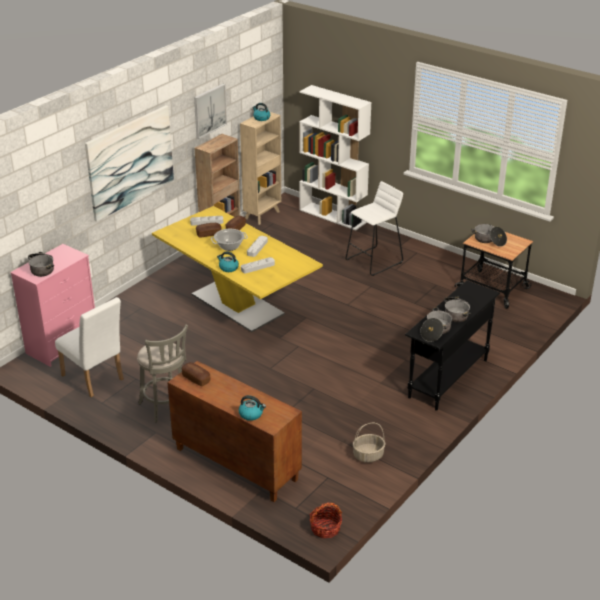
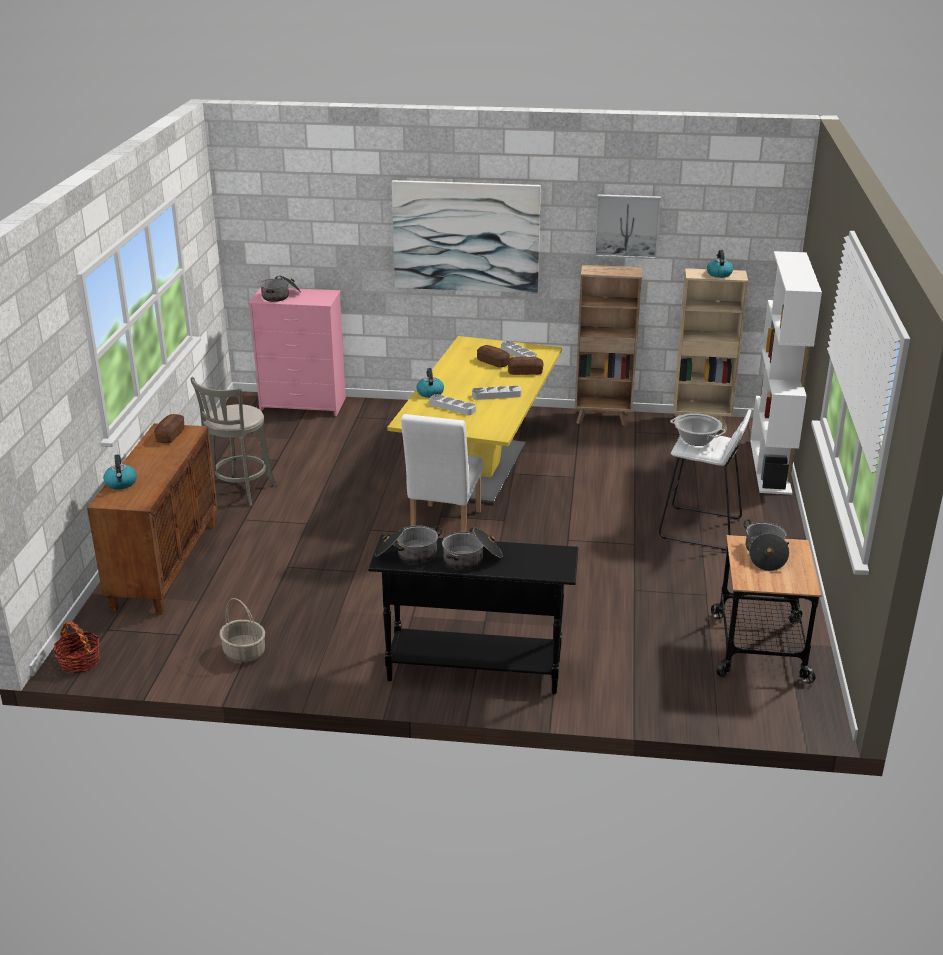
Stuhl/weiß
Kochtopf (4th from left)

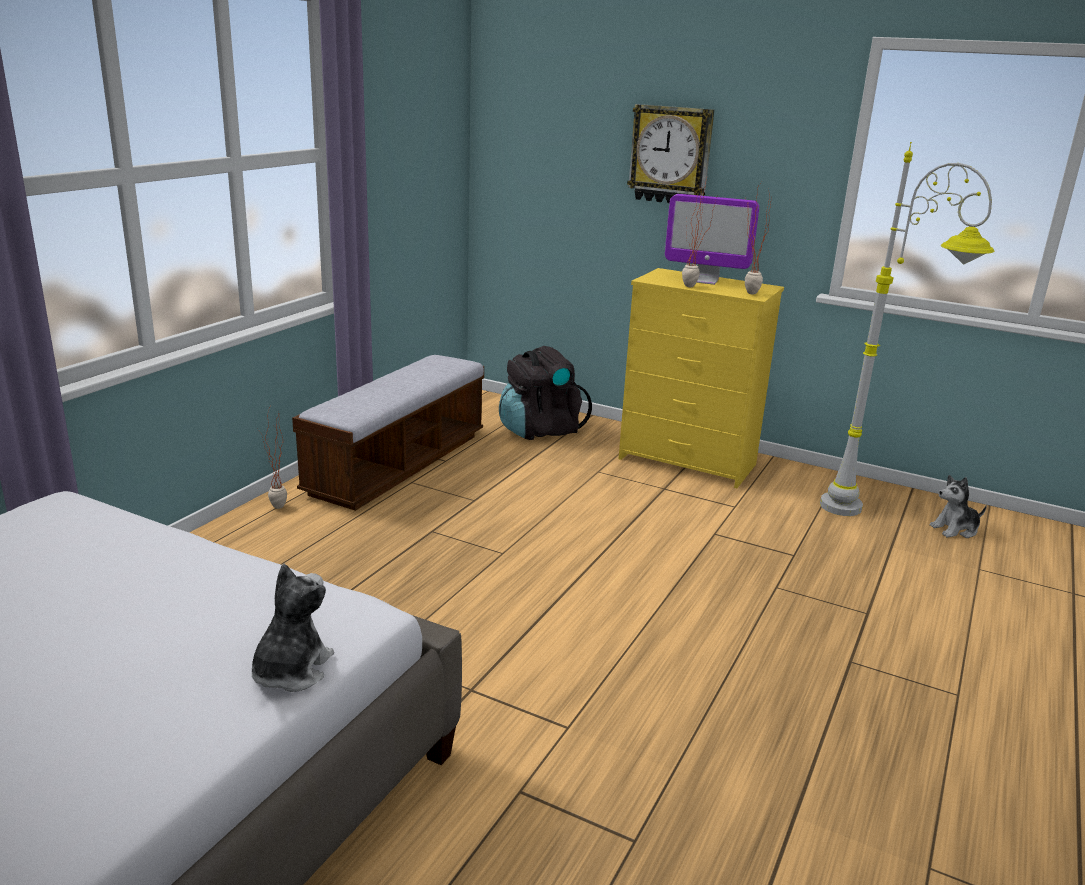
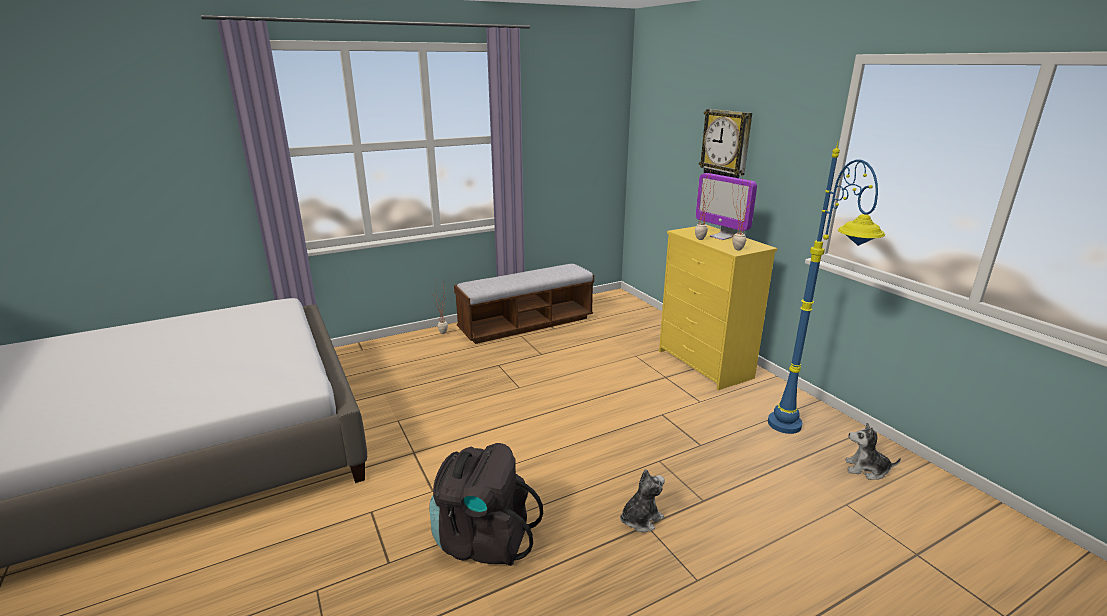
Plüschtier (1st from left)
Rucksack/schwarz
Stehlampe/blau

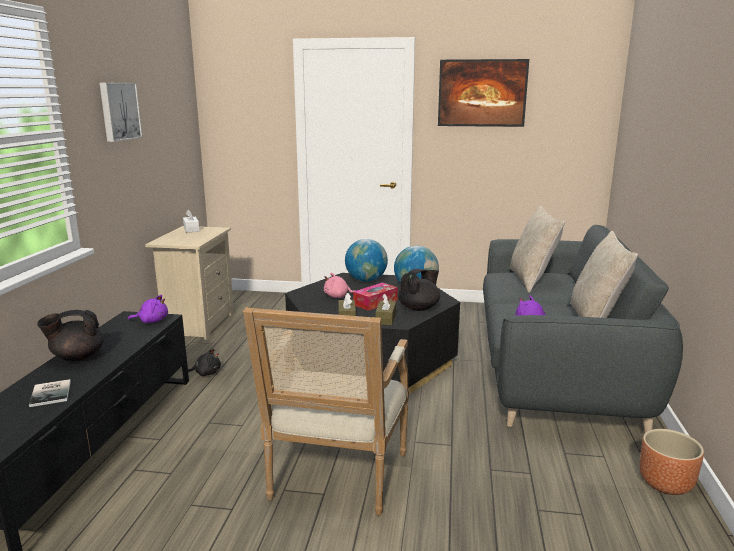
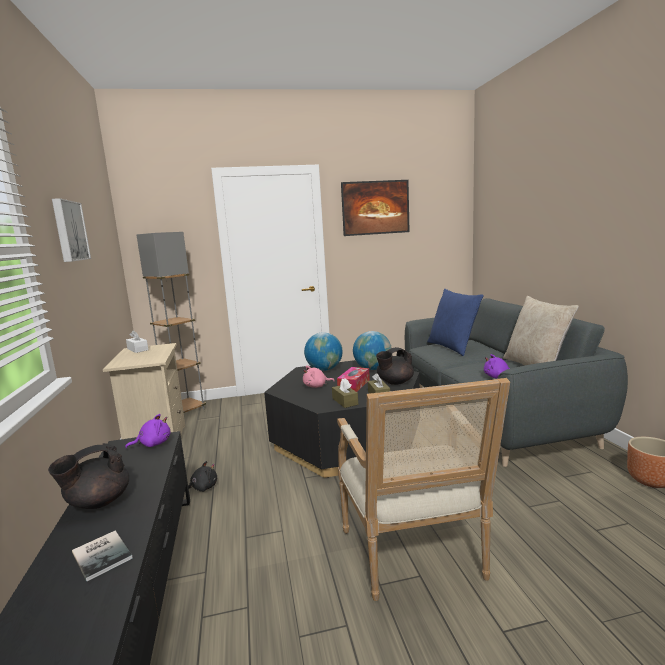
Teekanne/schwarz (2nd from left)
Kissen/blau
Stehlampe/grau

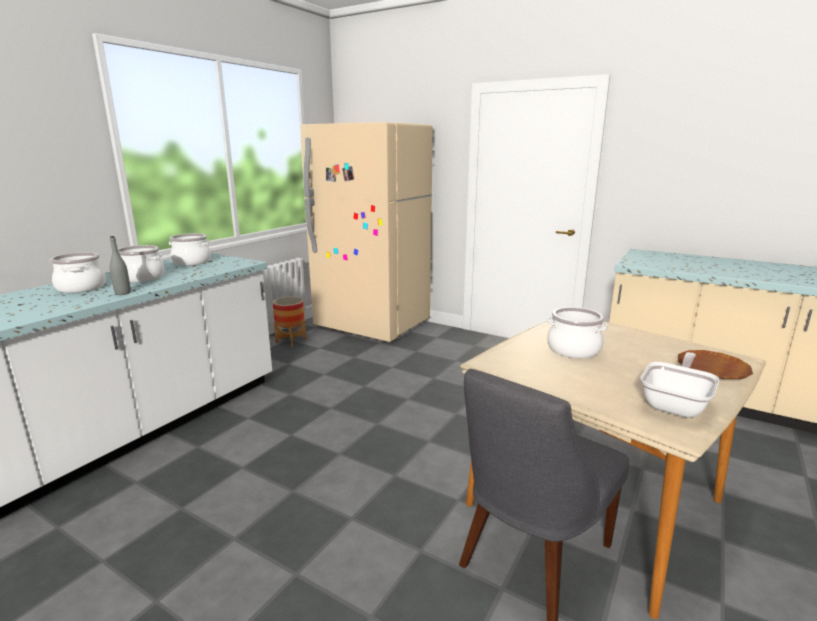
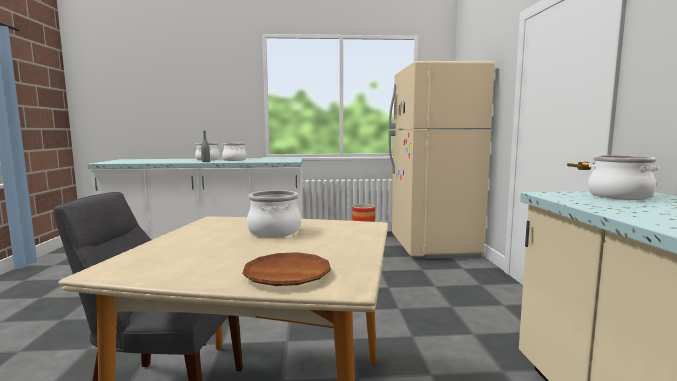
Kochtopf (4th from left)
Pfanne

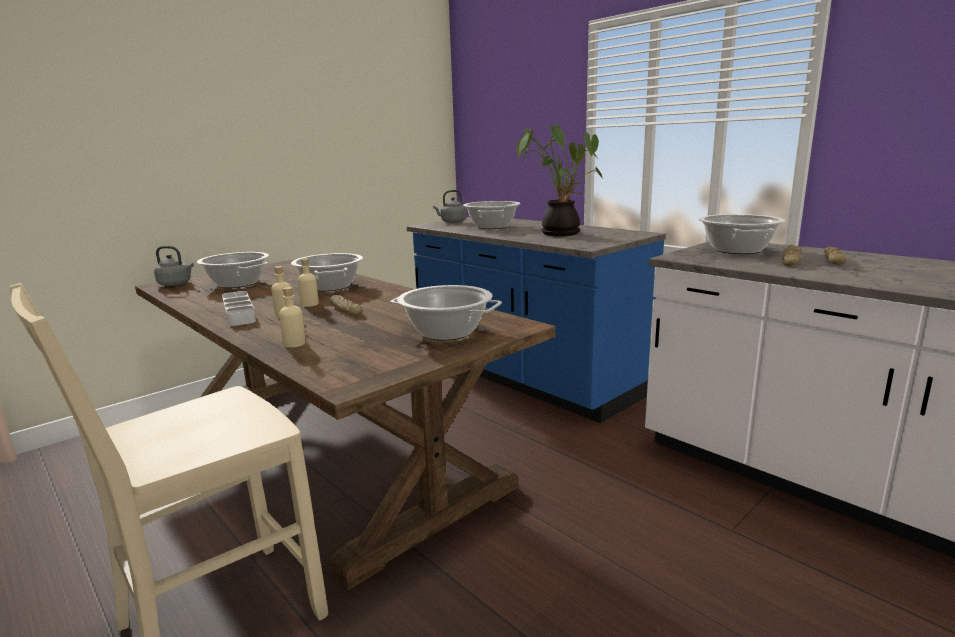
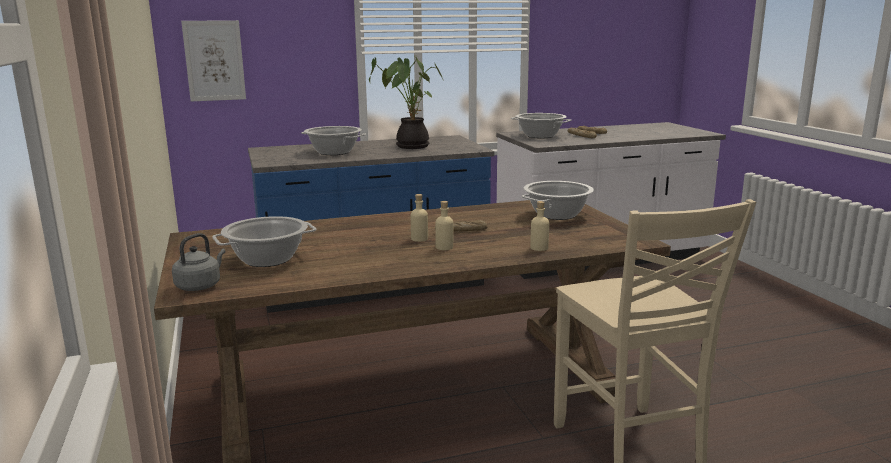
Tablett/grau
Kochtopf (2nd from left in the first image)
Wasserkessel/grau (2nd from left in the first image)
Bild

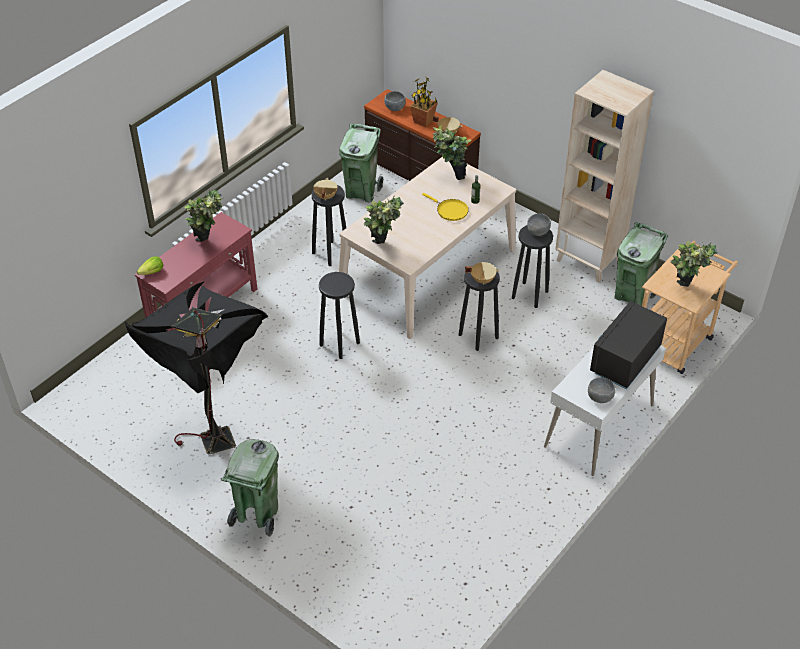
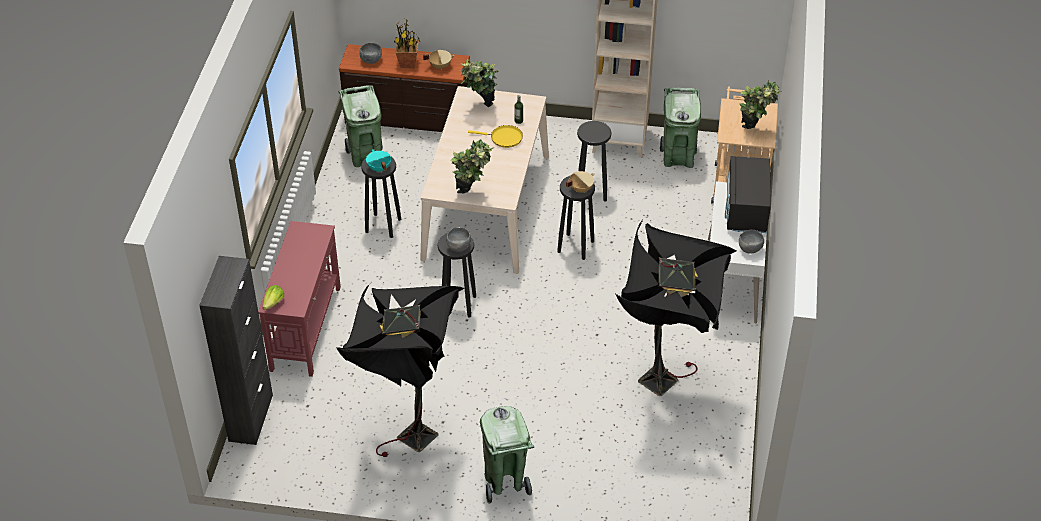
Topfpflanze (1st from left in the first image)
Kochtopf/türkis
Schüssel/grau (2nd from left)
Schrank/schwarz
Stehlampe/schwarz (2nd from left)

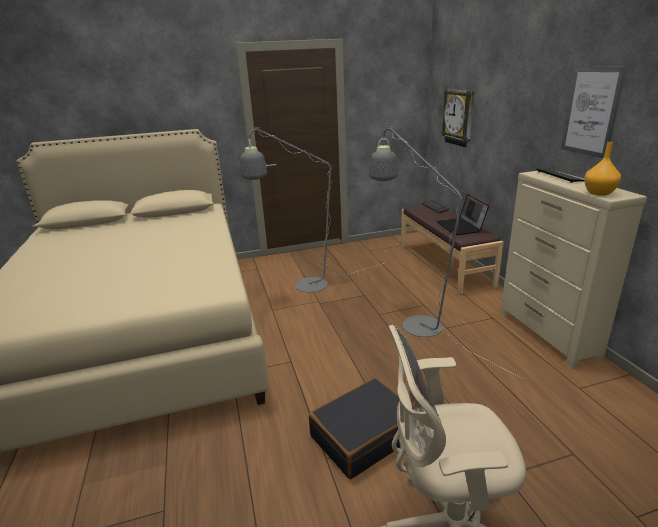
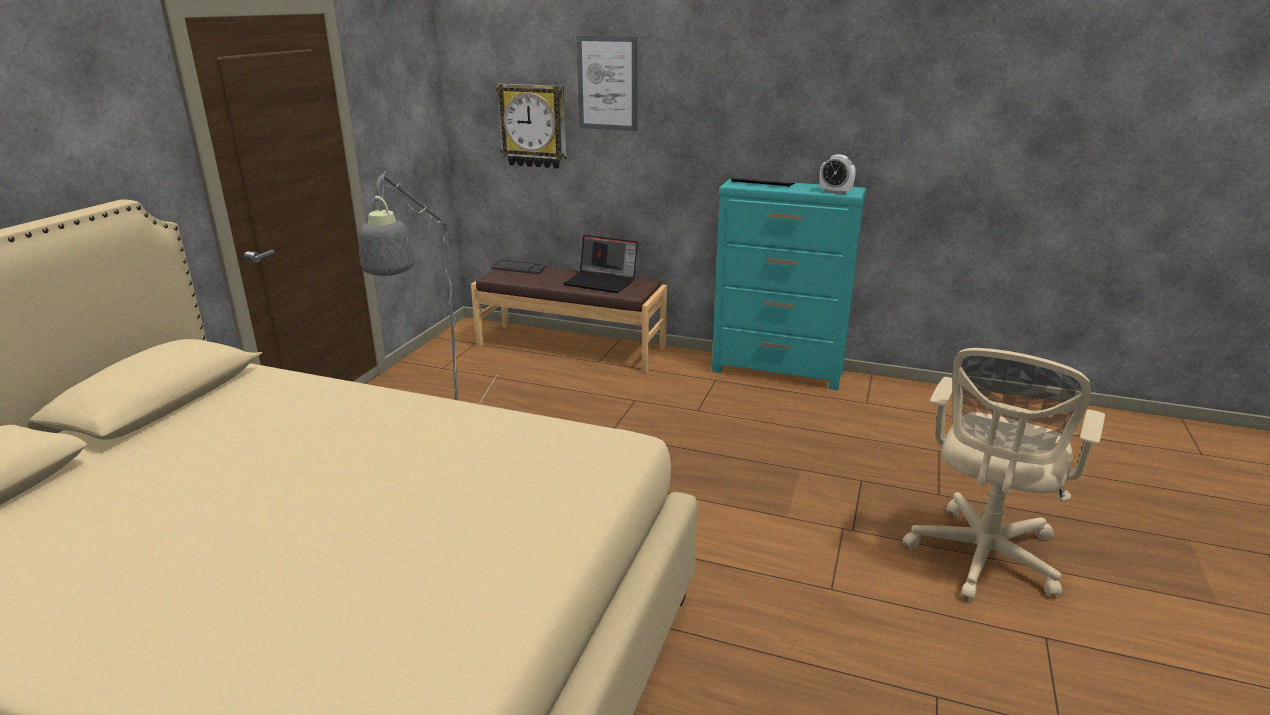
Koffer/schwarz
Stehlampe/grau (2nd from left in the first image)
Kommode/türkis
Bild
Wecker

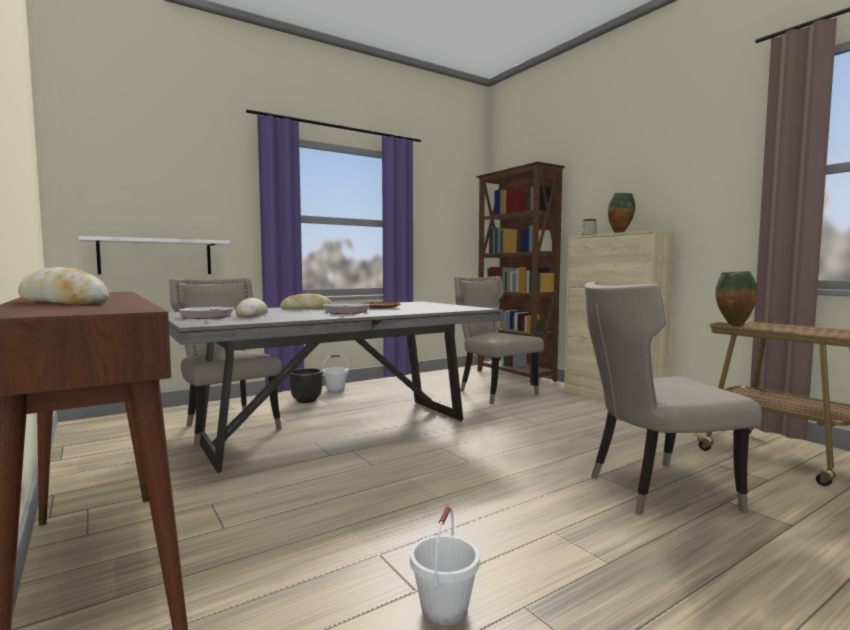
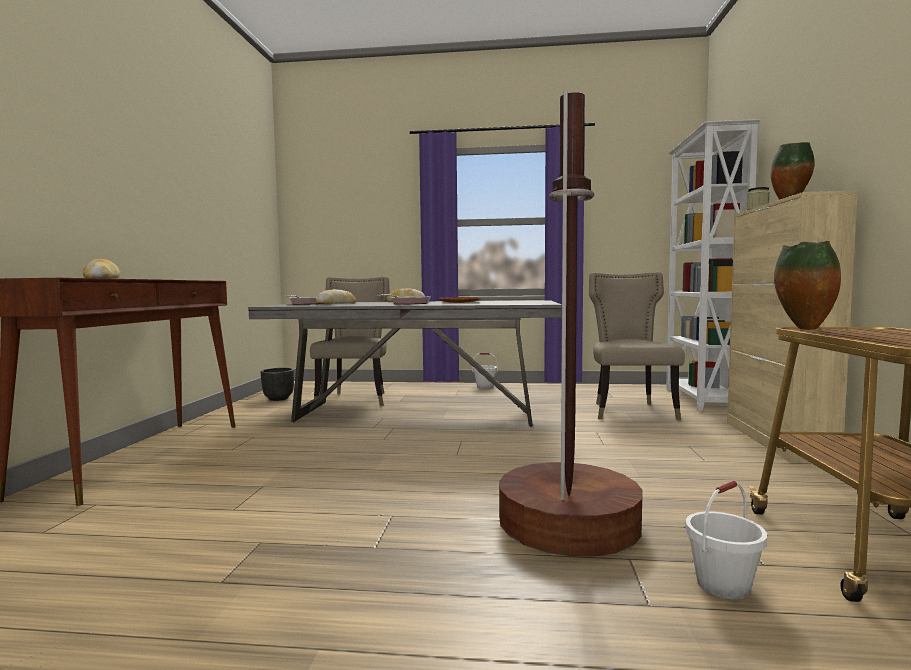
Wandregal/weiß
Pflanzkübel/schwarz
Eimer/weiß (2nd from left)
Bücherregal/weiß
Stehlampe/braun

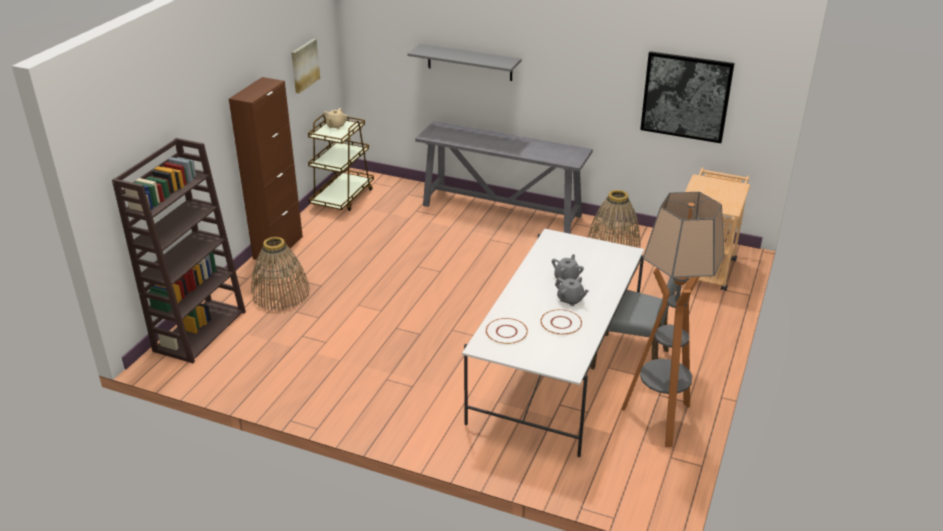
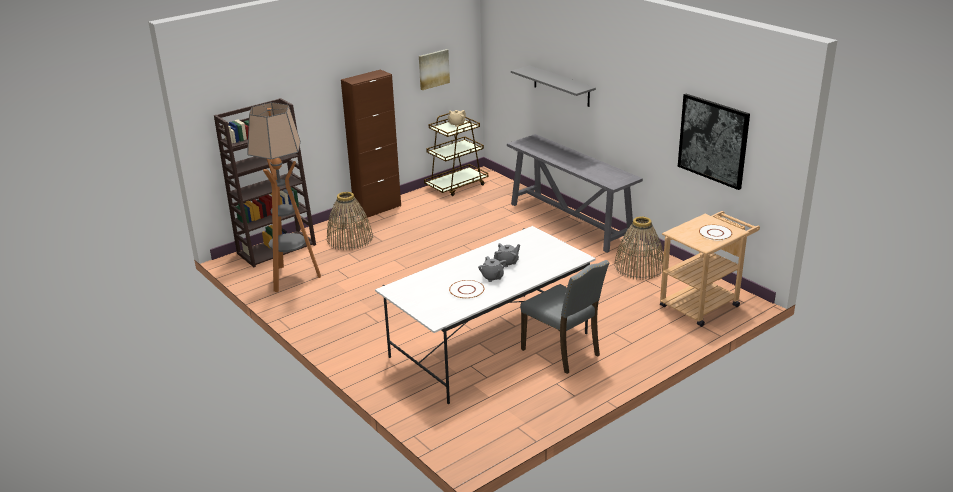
Teller/weiß (2nd from left)
Stehlampe

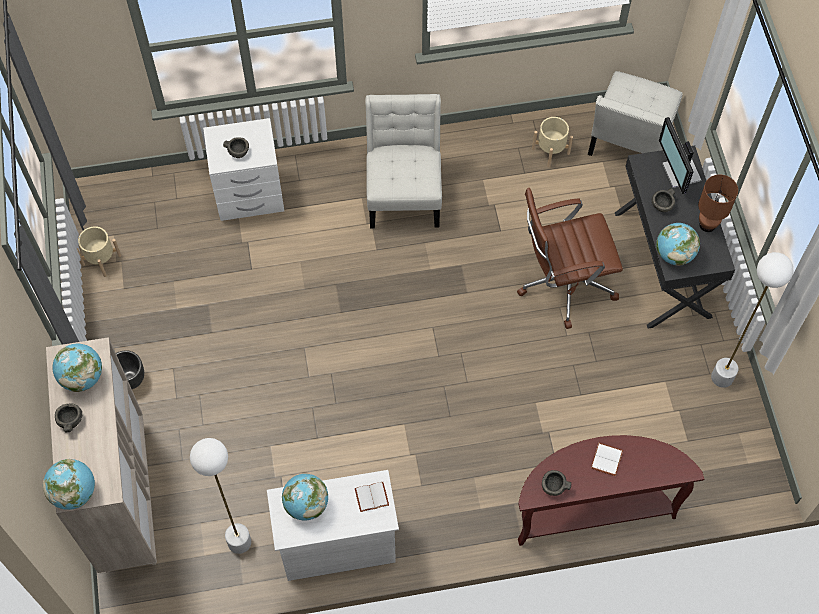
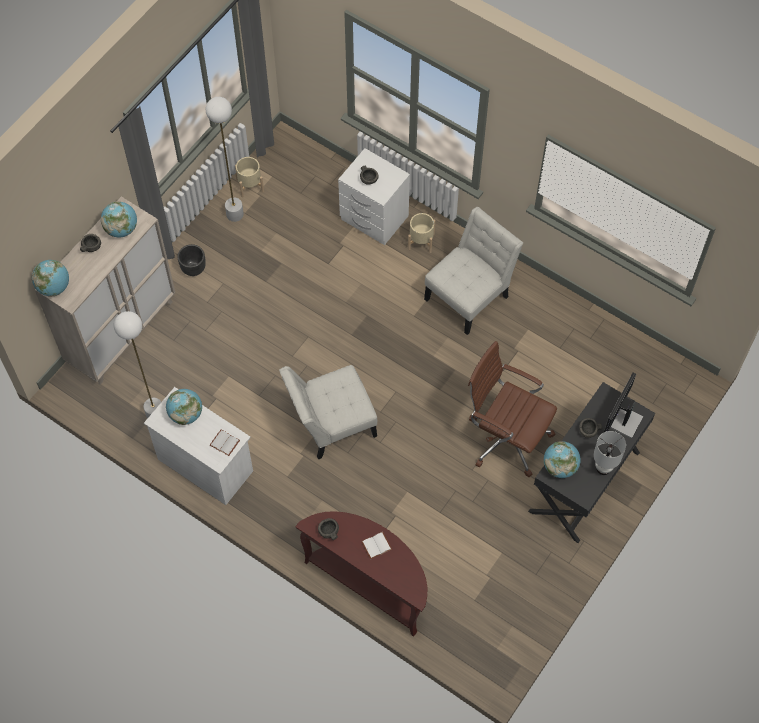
Pflanzkübel/beige (2nd from left)
Stuhl/weiß (1st from left)
Tischlampe/weiß
Stehlampe/weiß (2nd from left)

